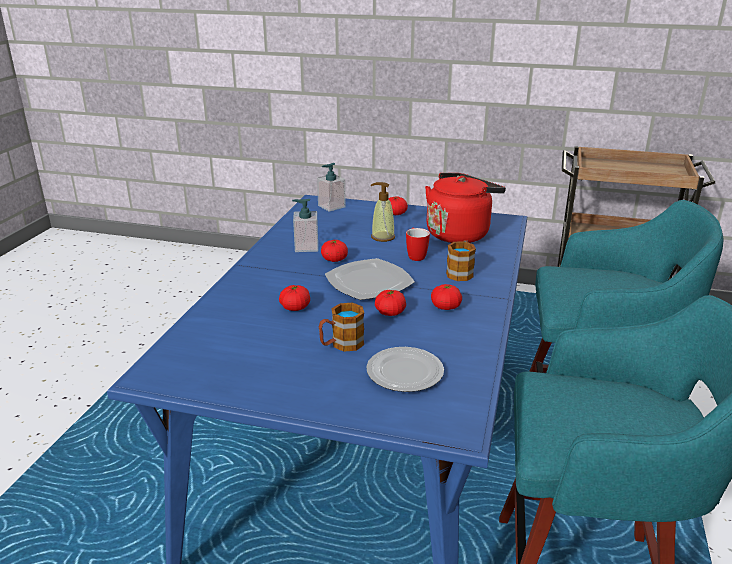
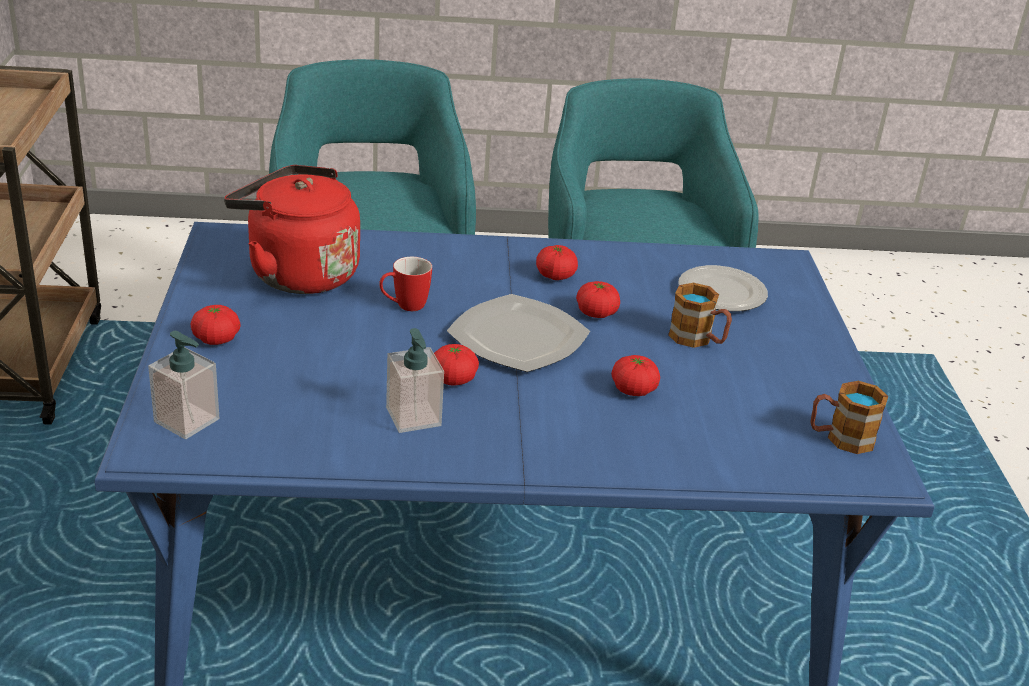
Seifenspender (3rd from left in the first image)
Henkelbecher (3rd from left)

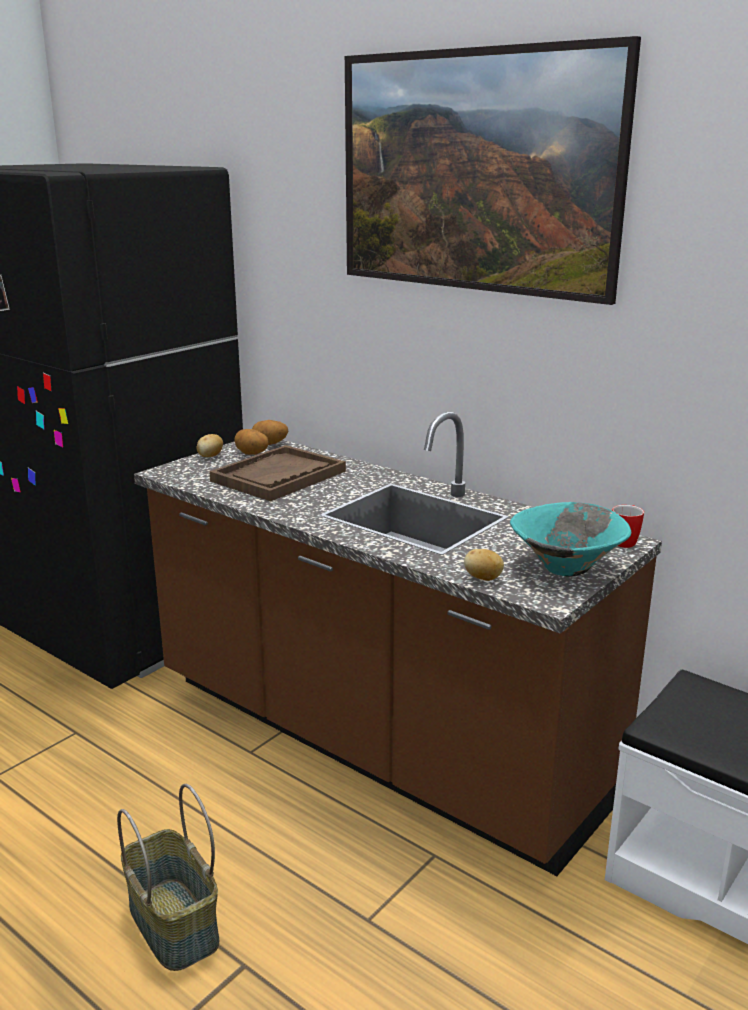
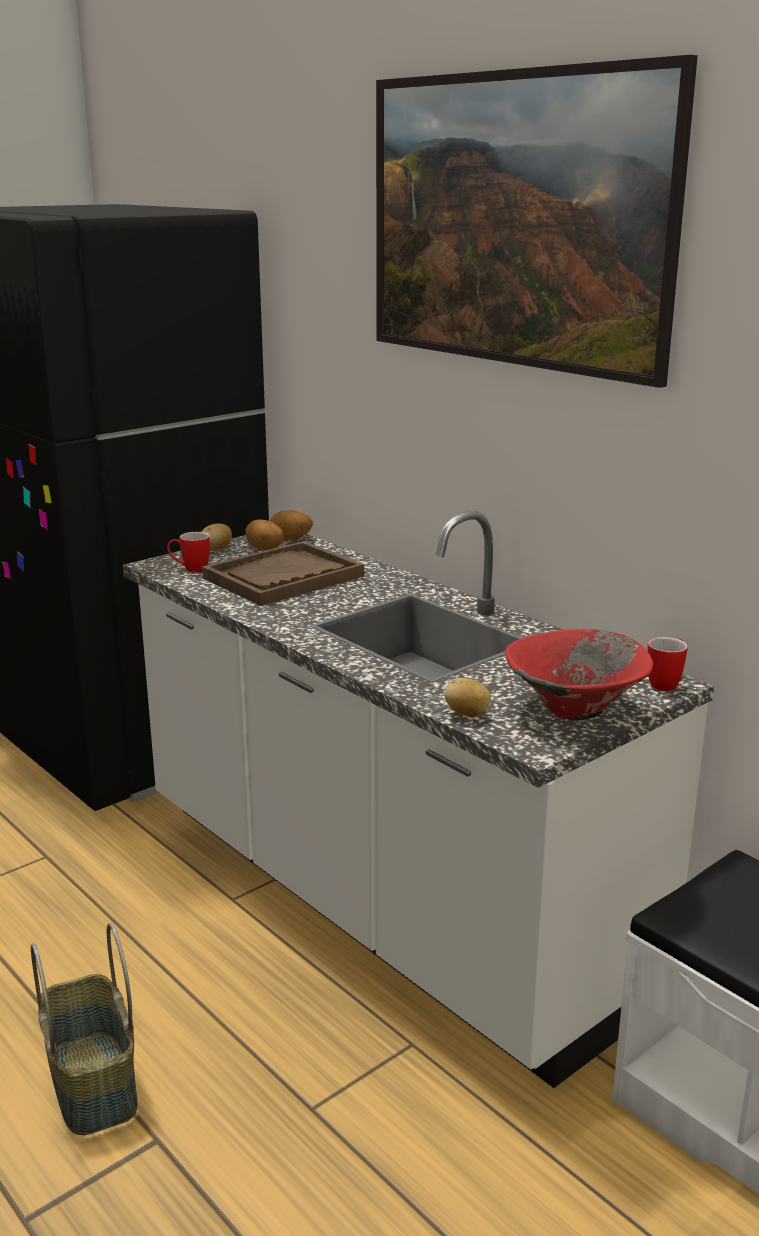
Küchenzeile/weiß
Schüssel/rot
Henkelbecher (1st from left)

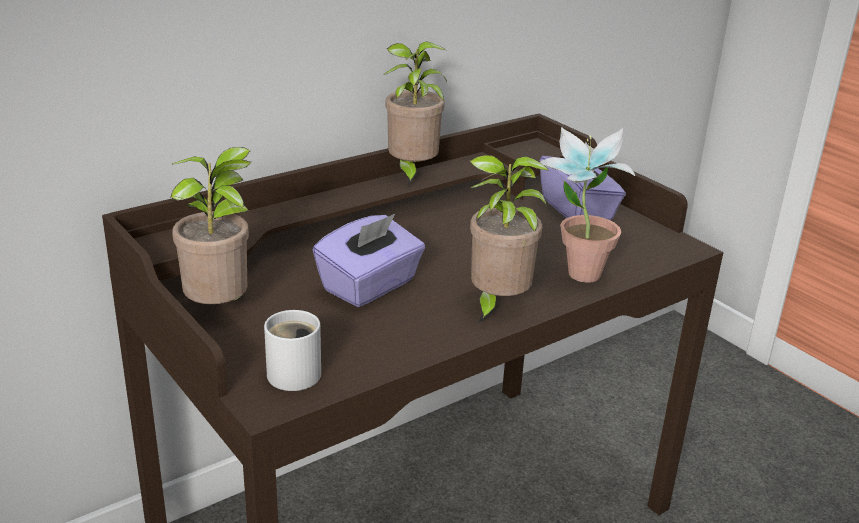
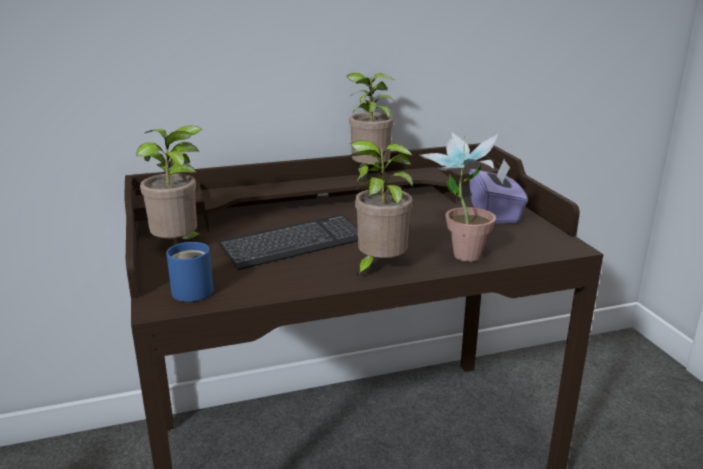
Henkelbecher/blau
Tastatur

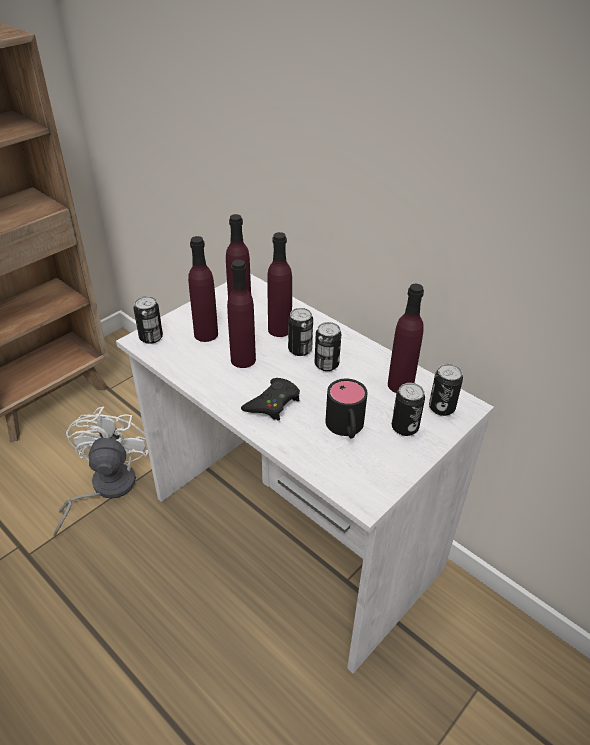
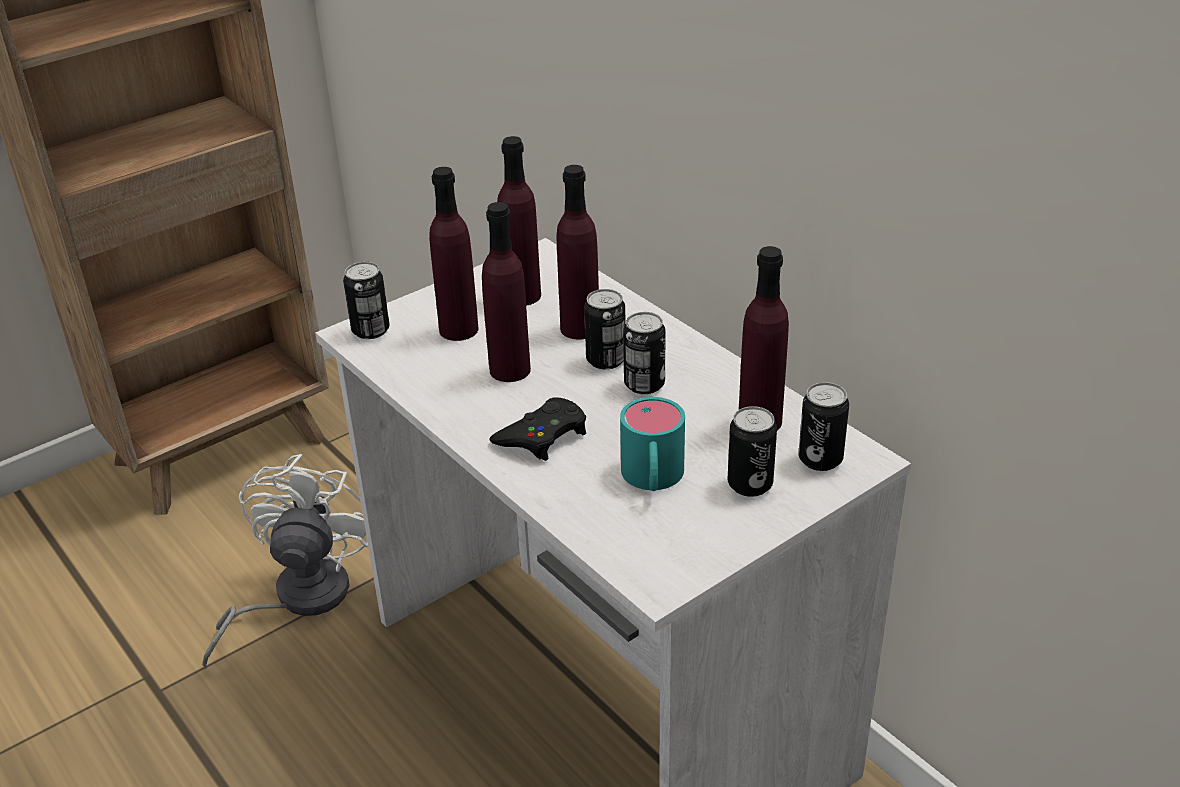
Henkelbecher/türkis

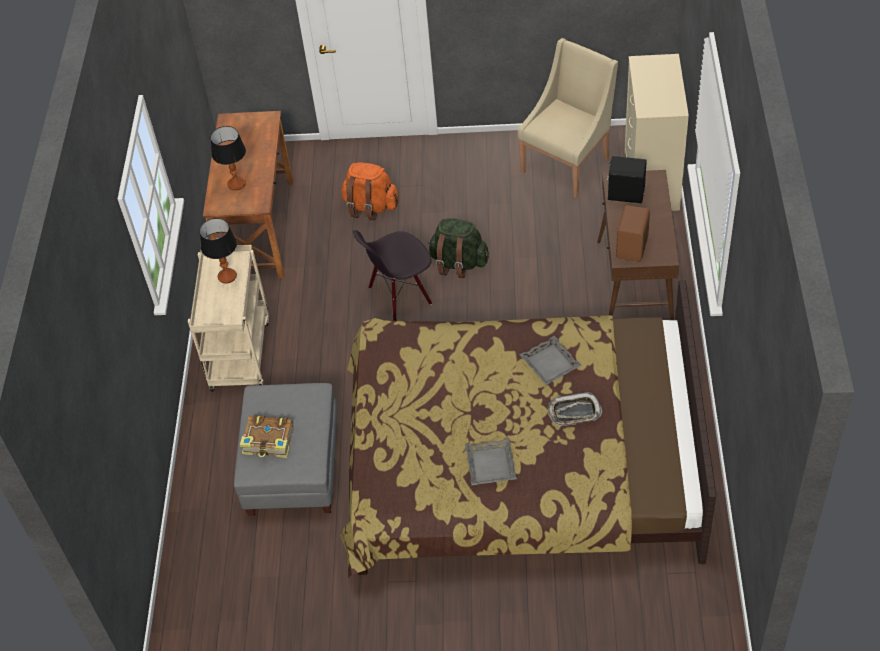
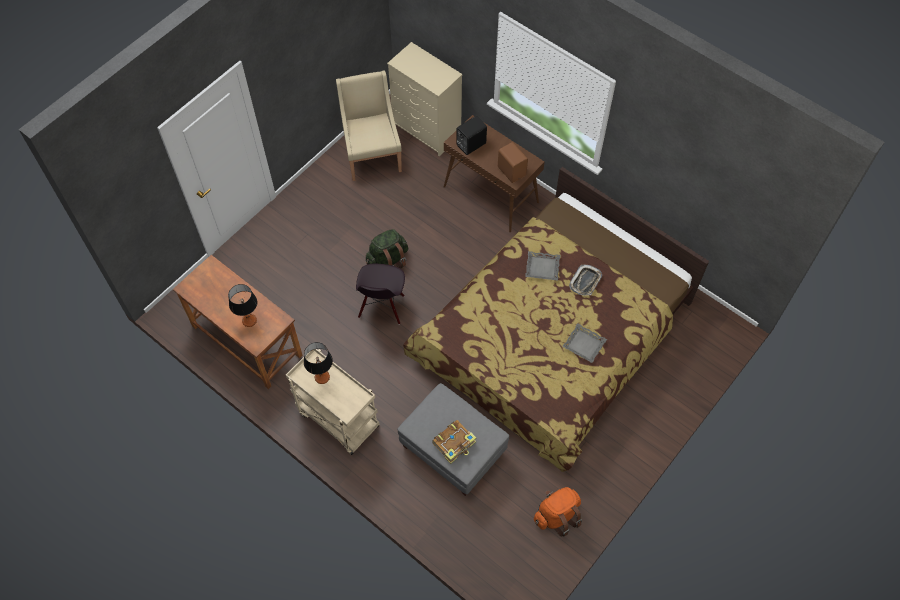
Rucksack/orange

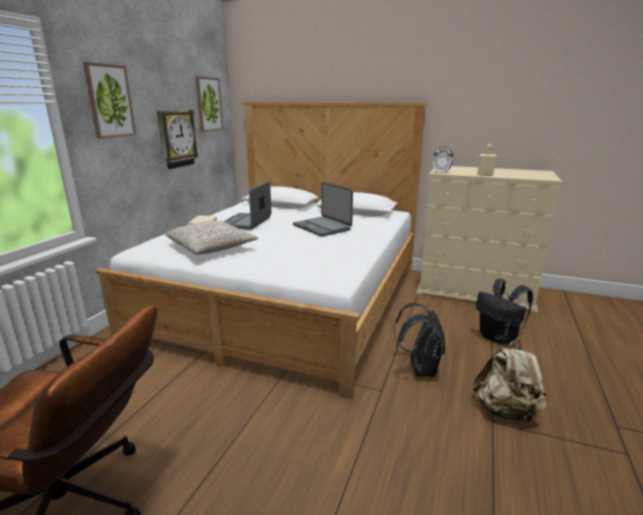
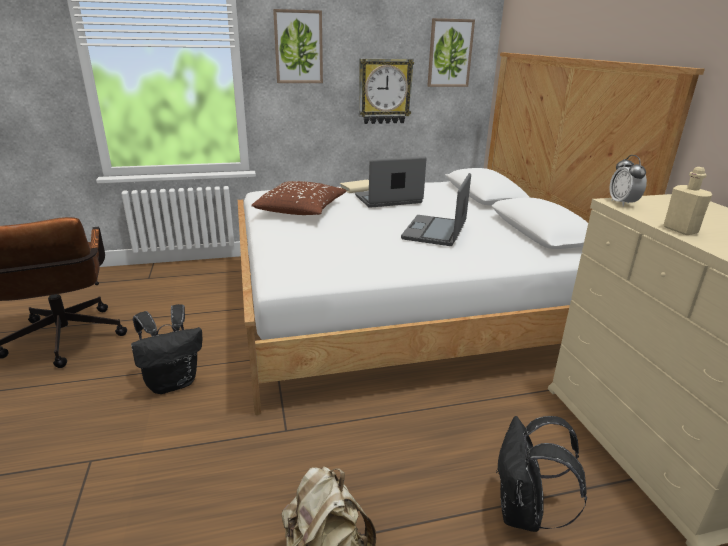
Kissen/braun
Rucksack/schwarz (1st from left)

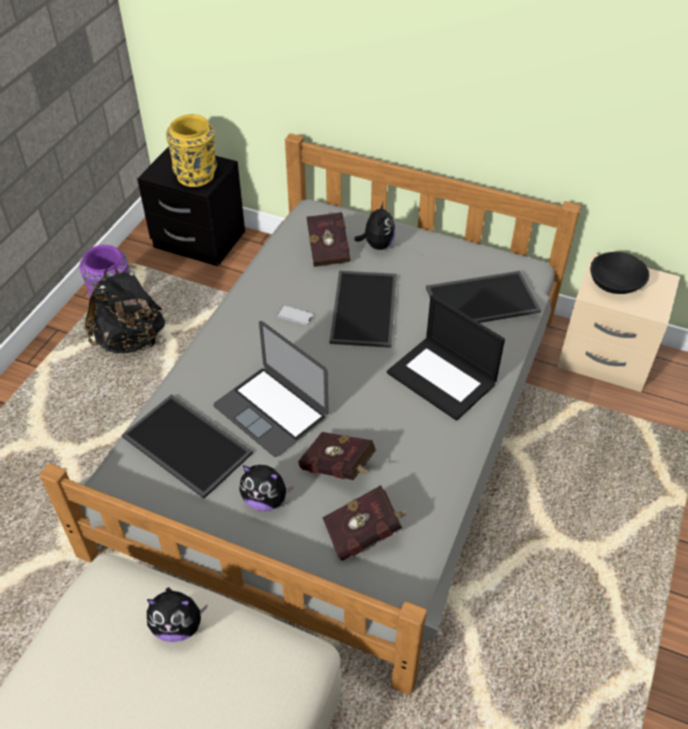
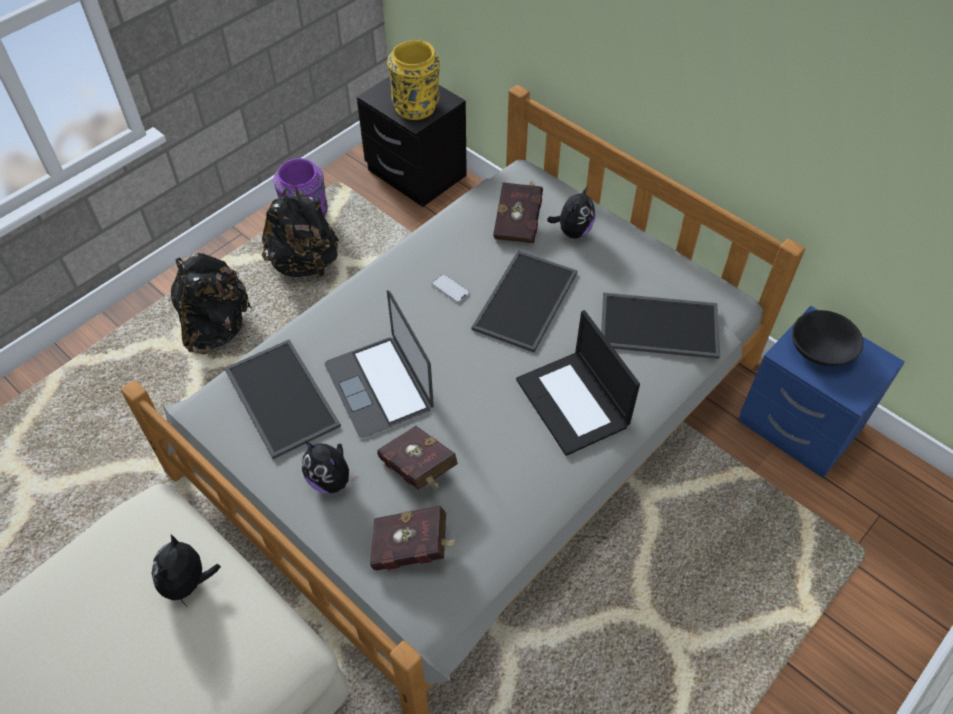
Plüschtier (1st from left)
Nachttisch/blau
Rucksack/schwarz (1st from left)

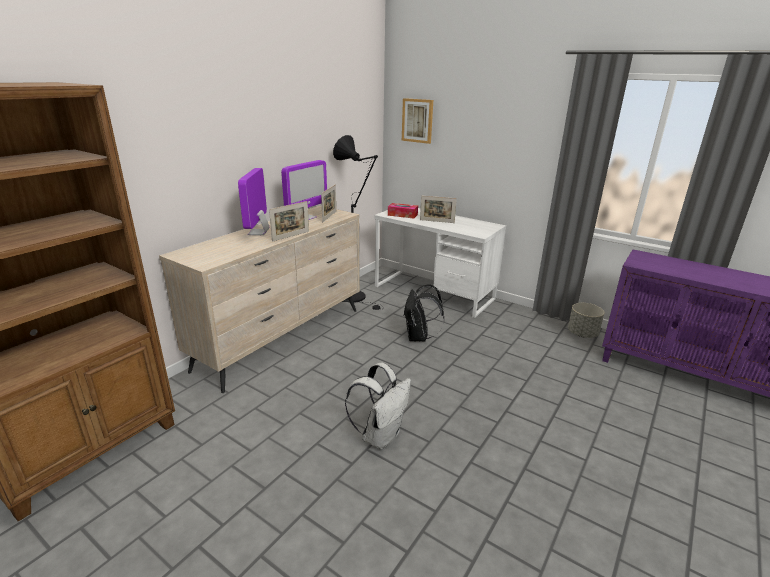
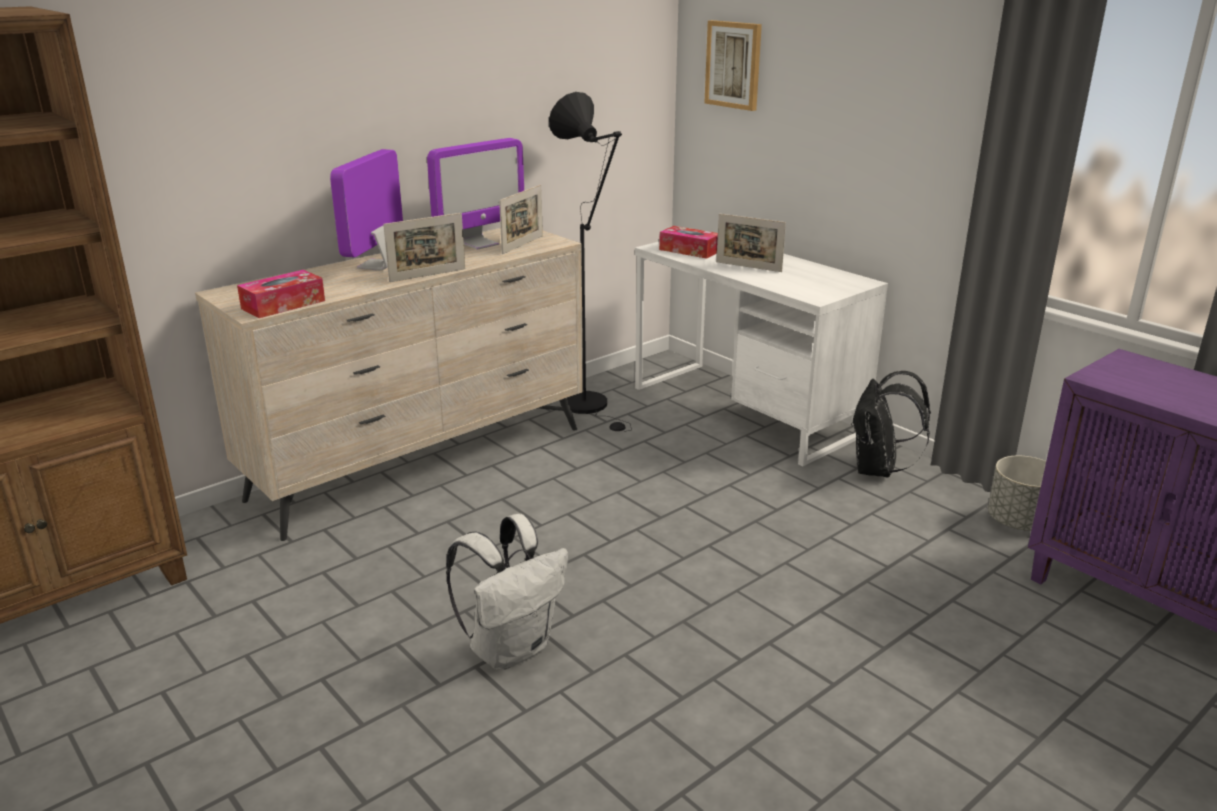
Rucksack/schwarz
Taschentuchbox (1st from left)

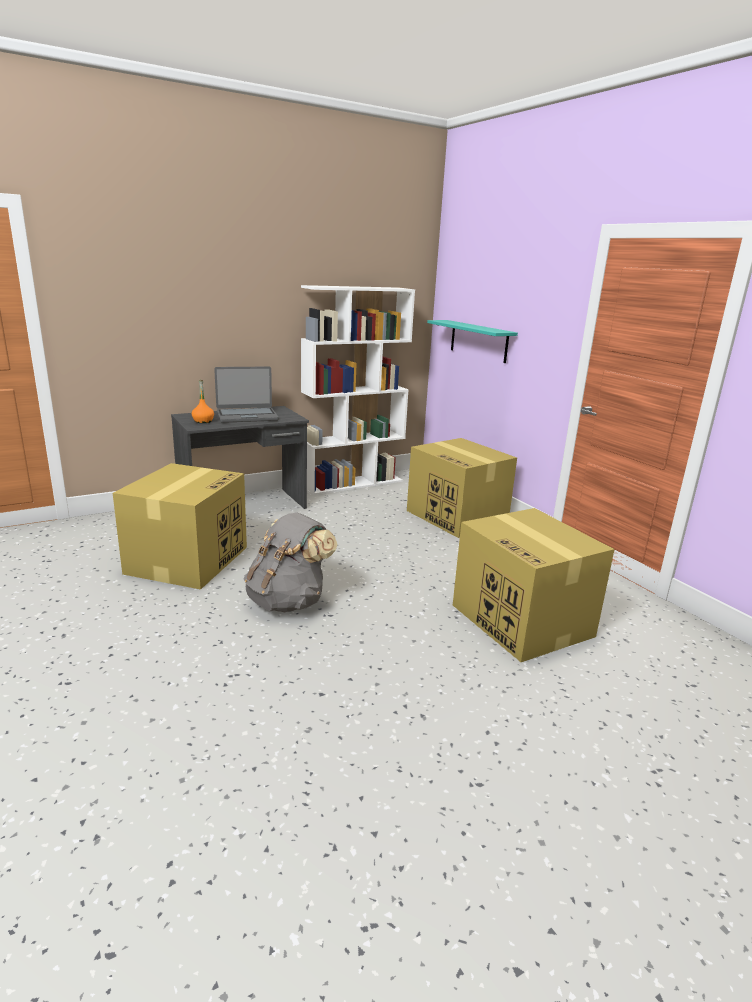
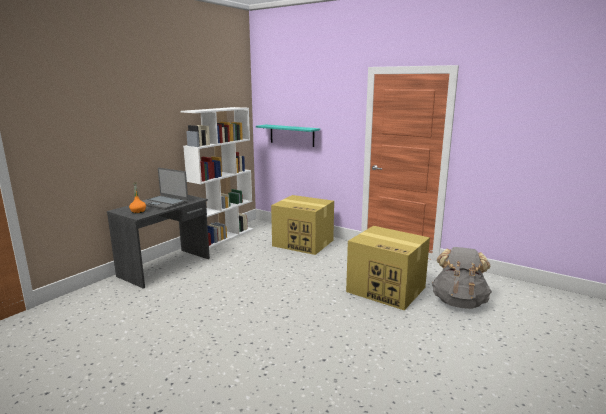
Karton (1st from left in the first image)
Laptop
Rucksack/grau

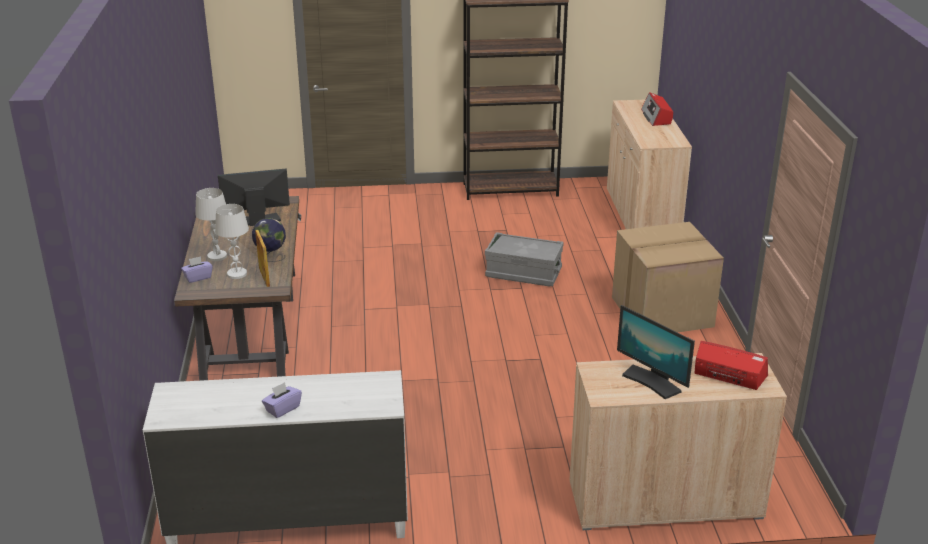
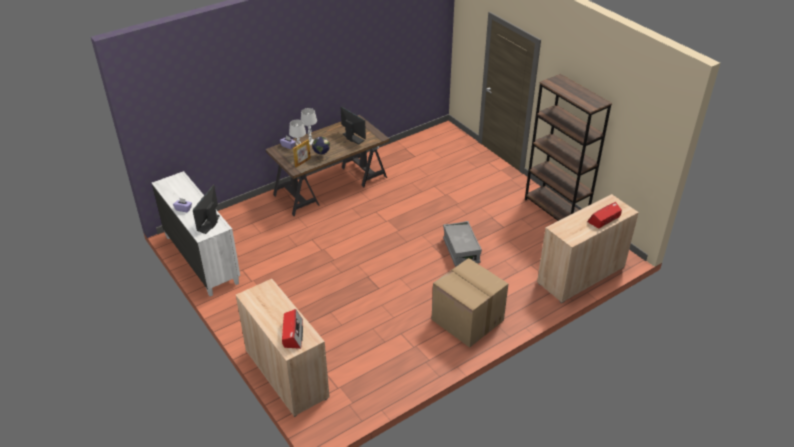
Monitor (1st from left)

